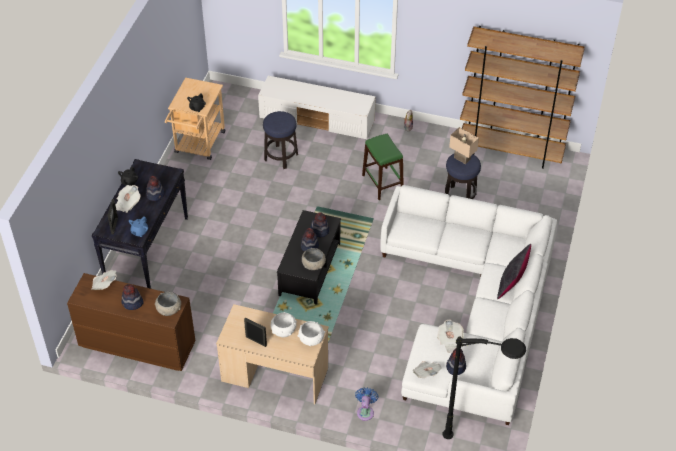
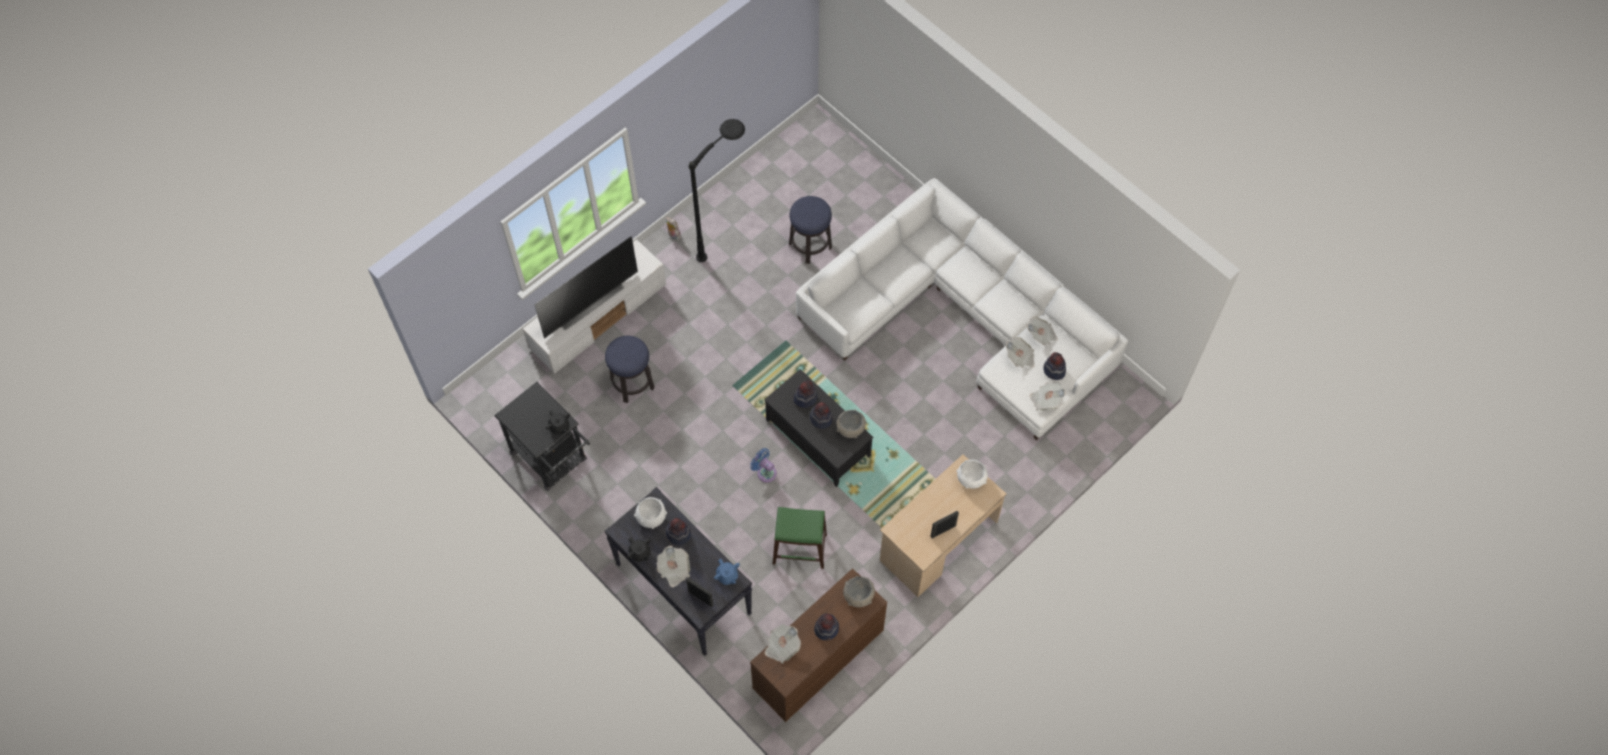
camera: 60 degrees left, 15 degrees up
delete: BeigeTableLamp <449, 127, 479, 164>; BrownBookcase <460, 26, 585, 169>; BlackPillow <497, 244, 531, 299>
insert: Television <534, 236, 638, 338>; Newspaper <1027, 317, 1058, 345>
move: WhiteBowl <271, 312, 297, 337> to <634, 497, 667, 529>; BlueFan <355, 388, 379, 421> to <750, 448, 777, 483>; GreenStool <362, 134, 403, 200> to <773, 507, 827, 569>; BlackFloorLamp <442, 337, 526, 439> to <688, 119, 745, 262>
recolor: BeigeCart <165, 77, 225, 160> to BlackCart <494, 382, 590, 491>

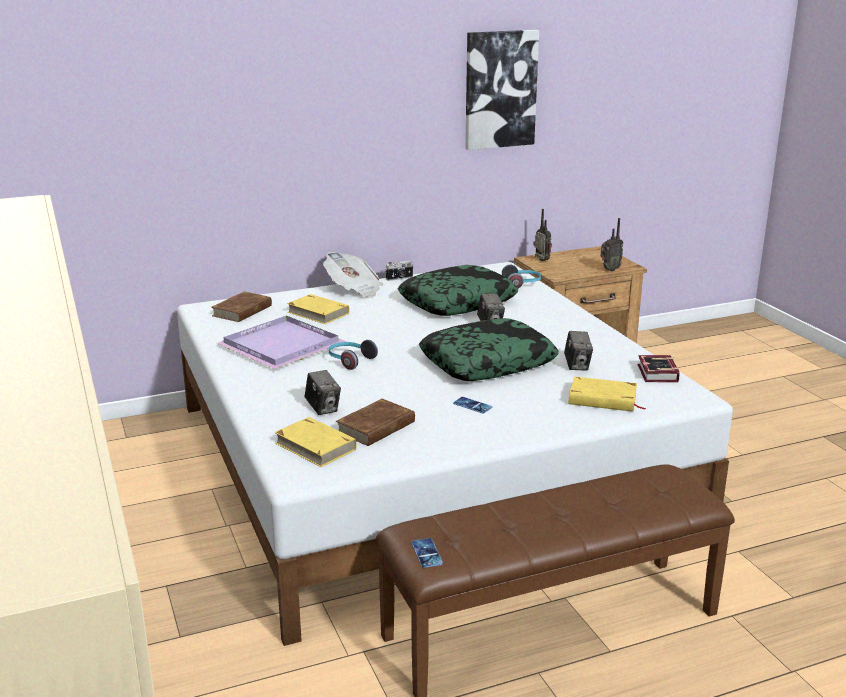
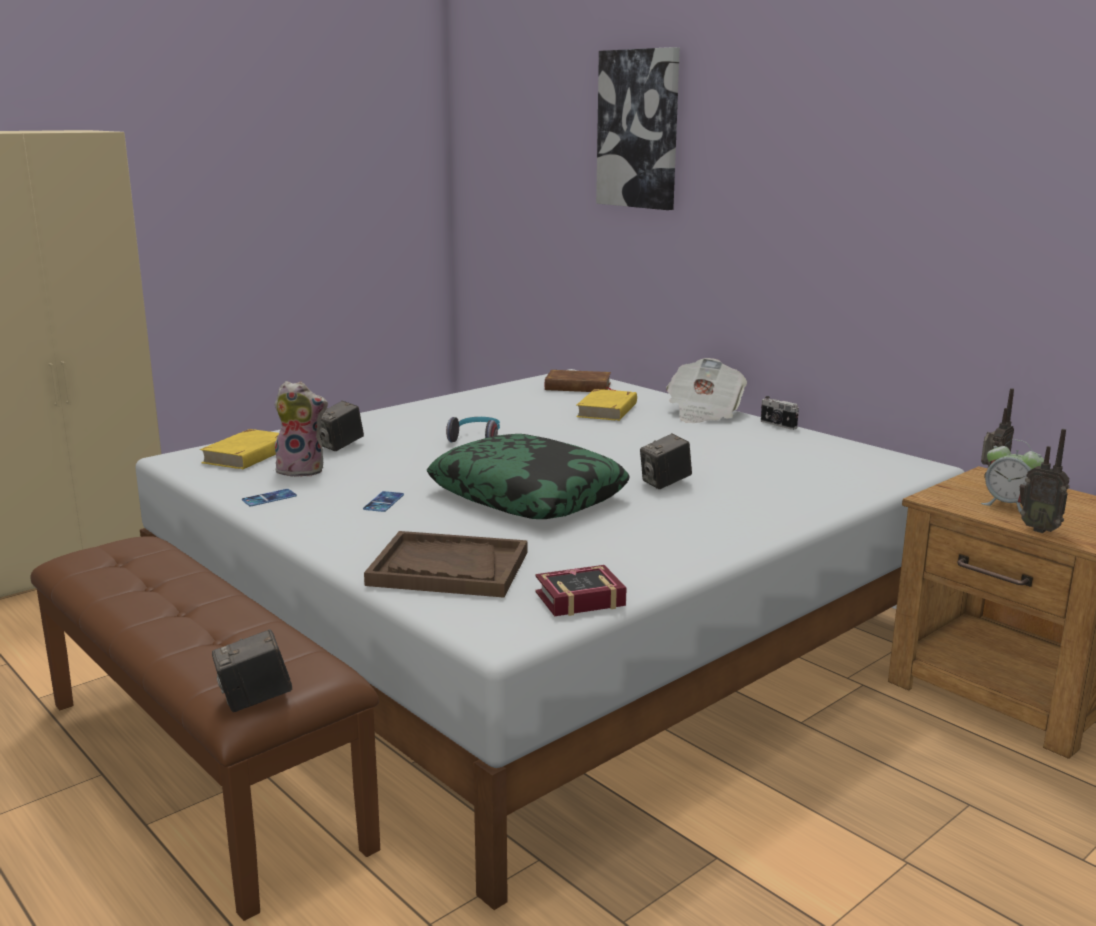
camera: 70 degrees right, 5 degrees down
delete: PurpleTray <217, 316, 346, 369>; Pillow <397, 265, 518, 316>; Headphones <502, 265, 541, 288>
insert: AlarmClock <981, 440, 1044, 513>
move: Phone <411, 538, 443, 568> to <242, 489, 297, 506>; Picture <465, 30, 539, 150> to <596, 47, 680, 210>; PhotoCamera <564, 331, 593, 371> to <212, 629, 292, 712>
replace: BrownBook <336, 399, 416, 446> to PlushToy <275, 381, 328, 477>; YellowBook <568, 377, 646, 412> to BrownTray <364, 531, 527, 598>

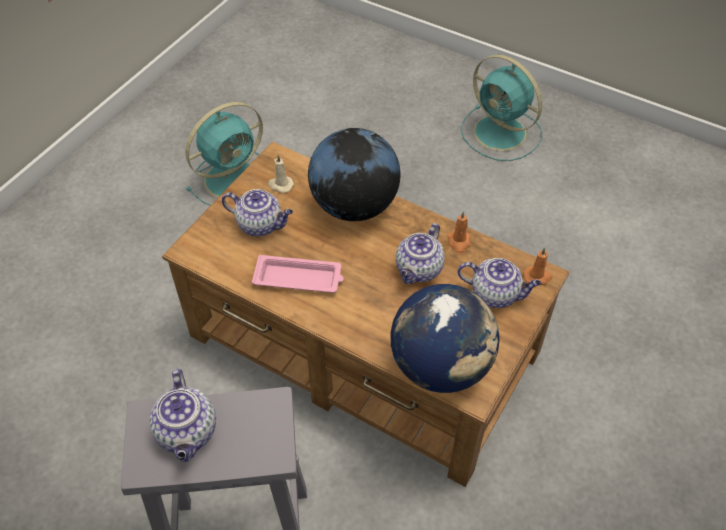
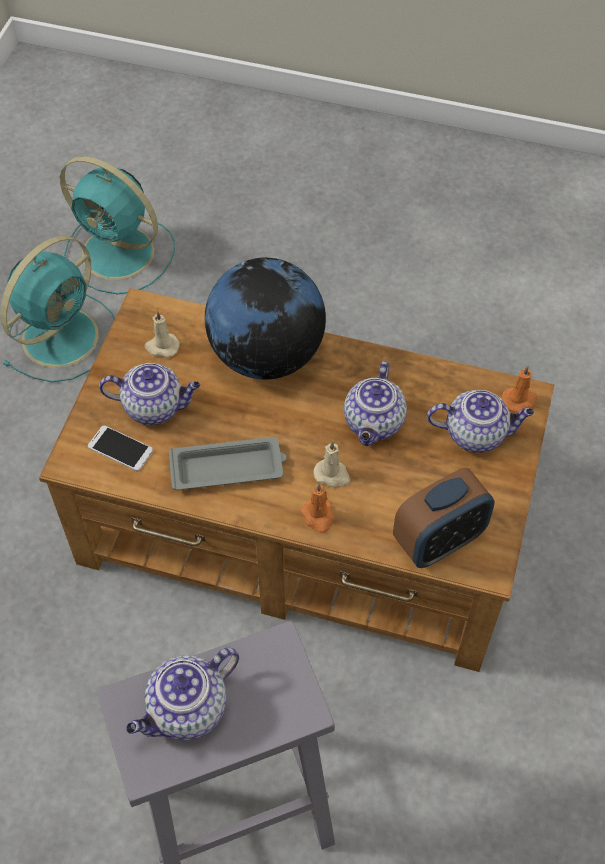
camera: 15 degrees left, 5 degrees up
insert: Phone <88, 425, 153, 471>; BeigeCandle <313, 441, 350, 487>
move: OrangeCandle <447, 211, 470, 253> to <301, 483, 334, 533>; TurquoiseFan <461, 55, 542, 161> to <60, 156, 175, 294>
replace: Globe <390, 284, 500, 393> to AlarmClock <393, 468, 495, 568>
recolor: PinkTray <252, 255, 344, 293> to GreyTray <169, 437, 286, 490>
rotate: Teapot <149, 368, 216, 462> = <126, 648, 239, 740> 75 degrees clockwise

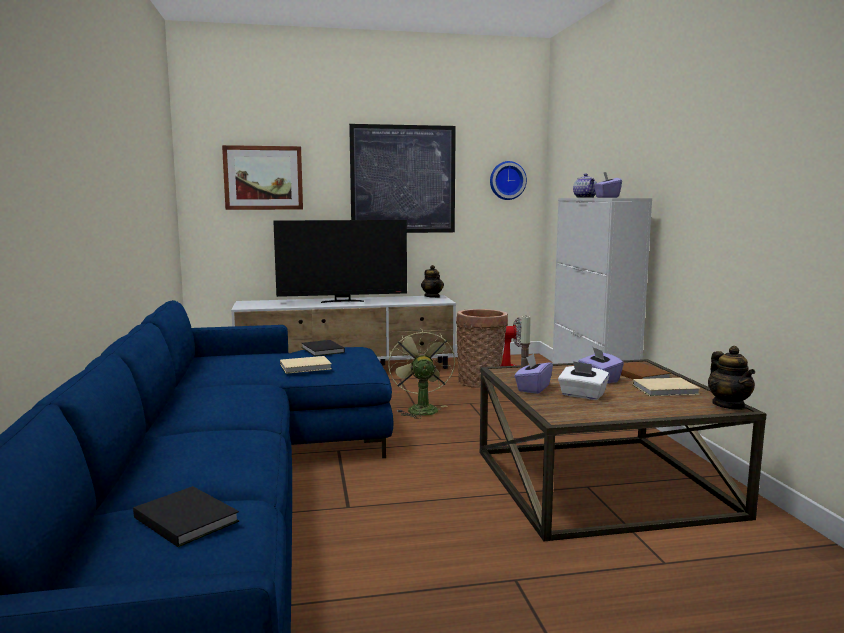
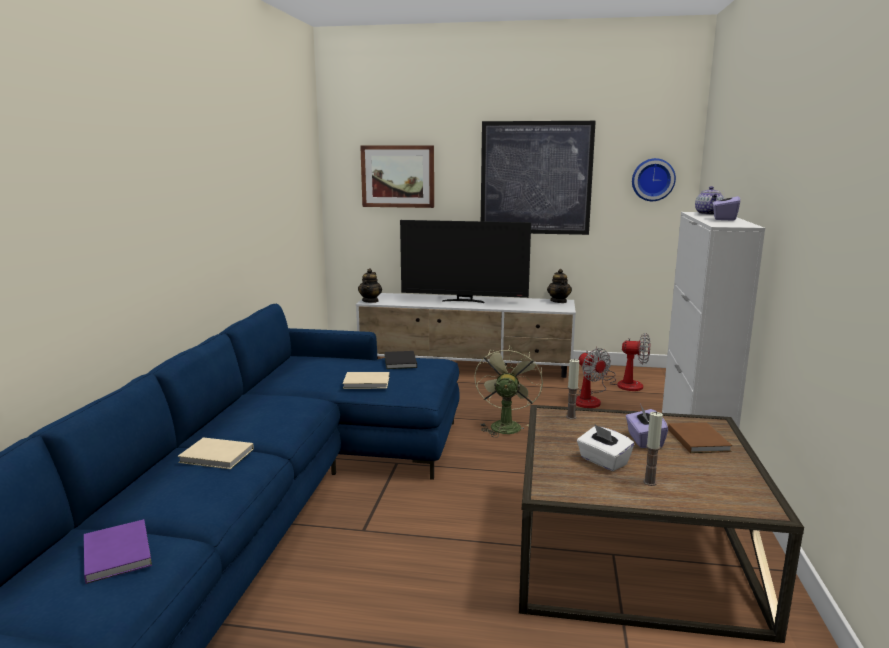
camera: 20 degrees right, 5 degrees up
delete: PurpleTissueBox <514, 353, 553, 394>
insert: Candle <643, 411, 663, 486>
move: BeigeBook <633, 378, 700, 397> to <178, 437, 254, 469>; Teapot <708, 346, 755, 410> to <358, 268, 382, 303>
replace: Basket <456, 309, 508, 388> to Fan <576, 348, 611, 408>
recolor: BlackBook <133, 486, 239, 547> to PurpleBook <84, 519, 152, 584>

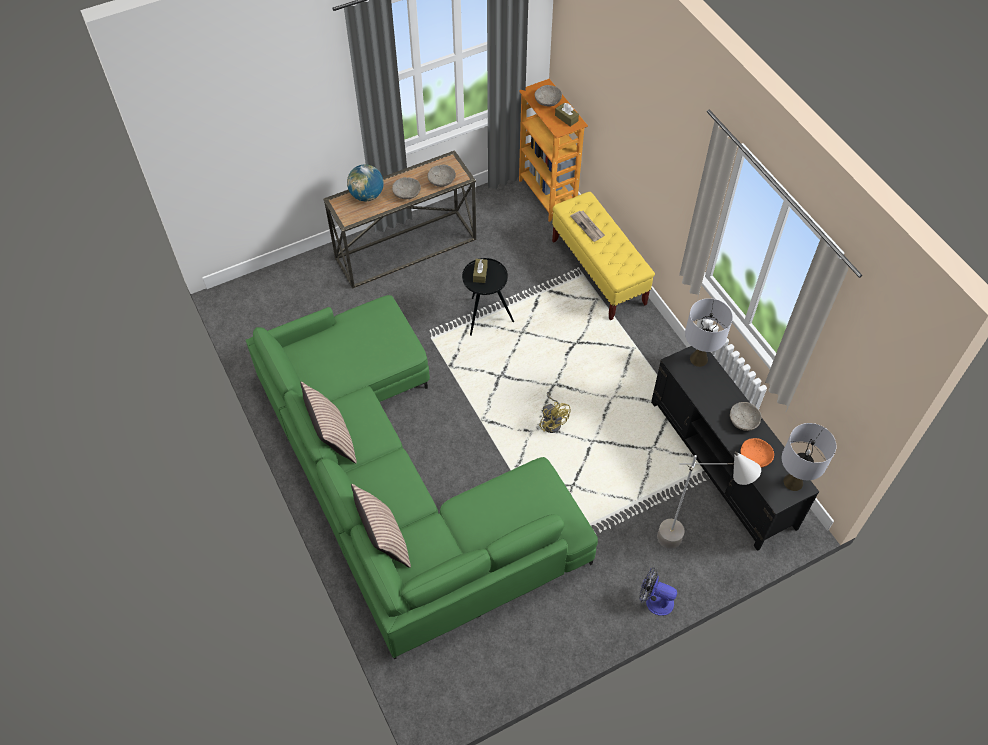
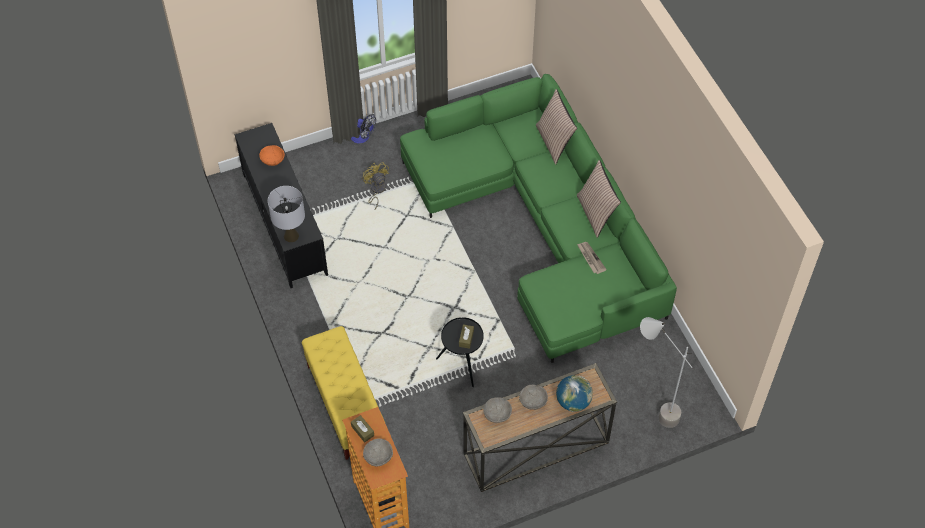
camera: 175 degrees left, 0 degrees up
delete: GreyBowl <730, 402, 761, 431>; GreyTableLamp <782, 423, 836, 491>
move: YellowFan <539, 392, 571, 433> to <362, 162, 389, 210>; Newspaper <570, 211, 605, 242> to <577, 242, 607, 274>; GreyFloorLamp <657, 451, 761, 549> to <640, 317, 692, 428>

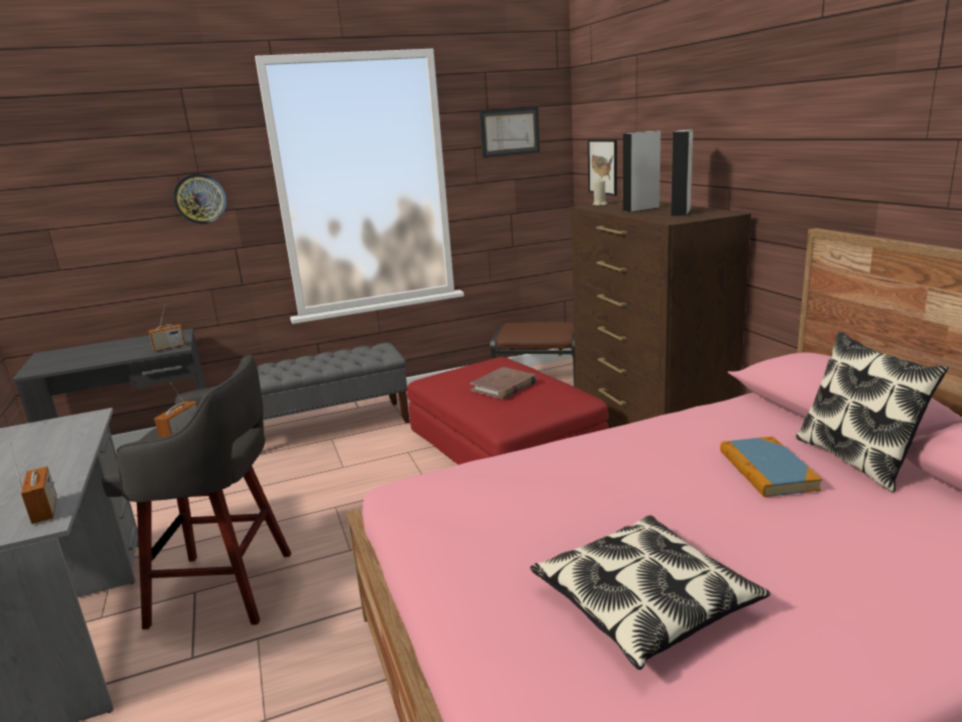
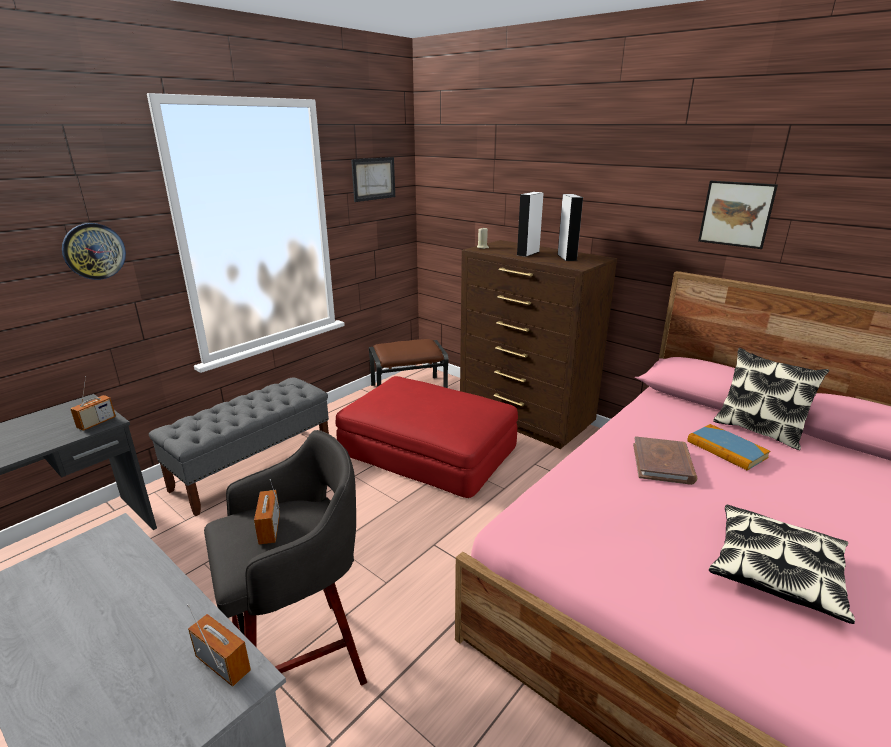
camera: 30 degrees left, 5 degrees up
move: BrownBook <470, 367, 537, 399> to <633, 436, 697, 485>; Picture <588, 140, 617, 196> to <698, 181, 778, 249>

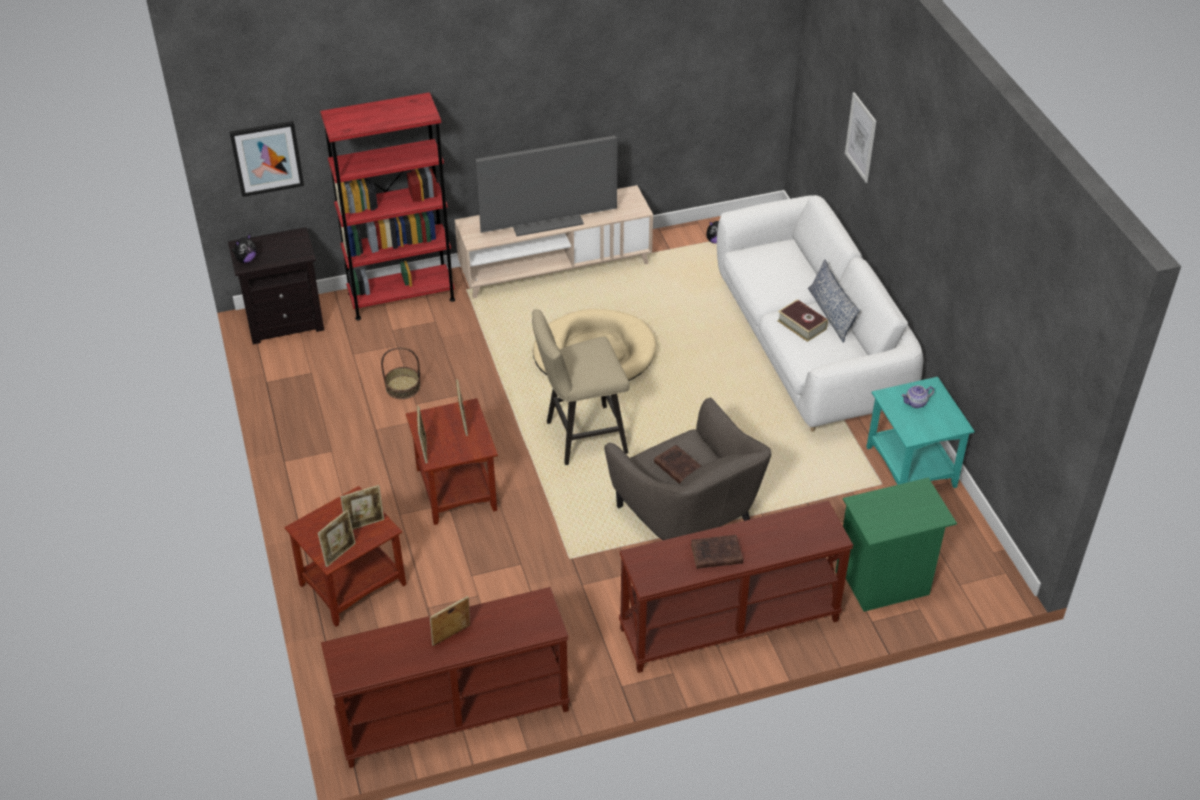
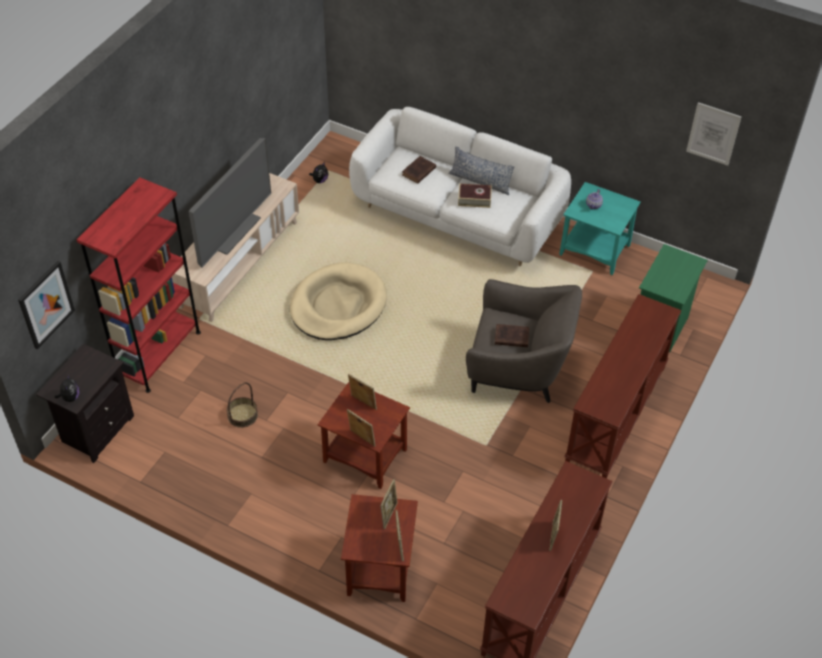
camera: 45 degrees left, 5 degrees up
delete: BeigeStool <532, 309, 630, 465>
move: BrownBook <691, 535, 743, 569> to <402, 156, 436, 183>; Picture <845, 92, 876, 183> to <686, 102, 742, 166>

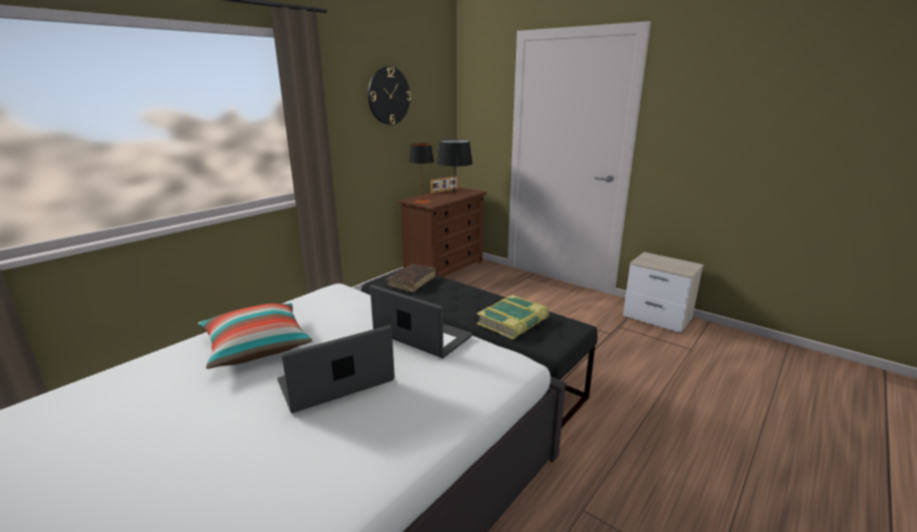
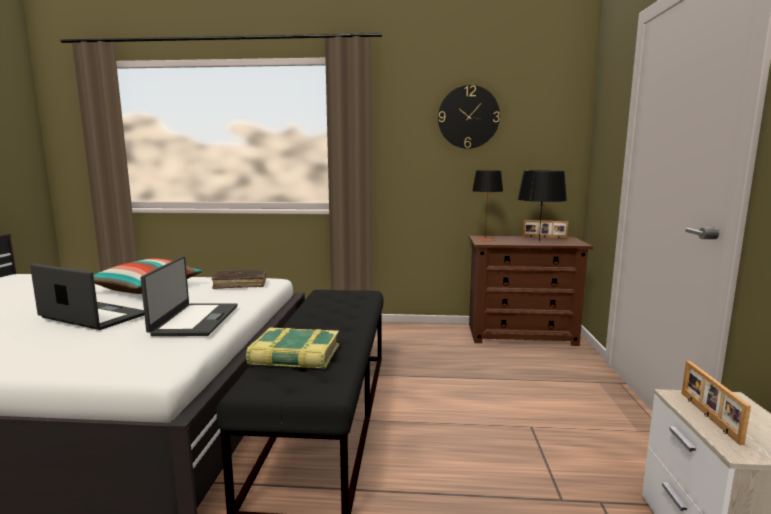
camera: 55 degrees right, 10 degrees down
insert: PictureFrame <682, 361, 751, 445>
move: BrownBook <386, 264, 435, 292> to <212, 270, 266, 289>

